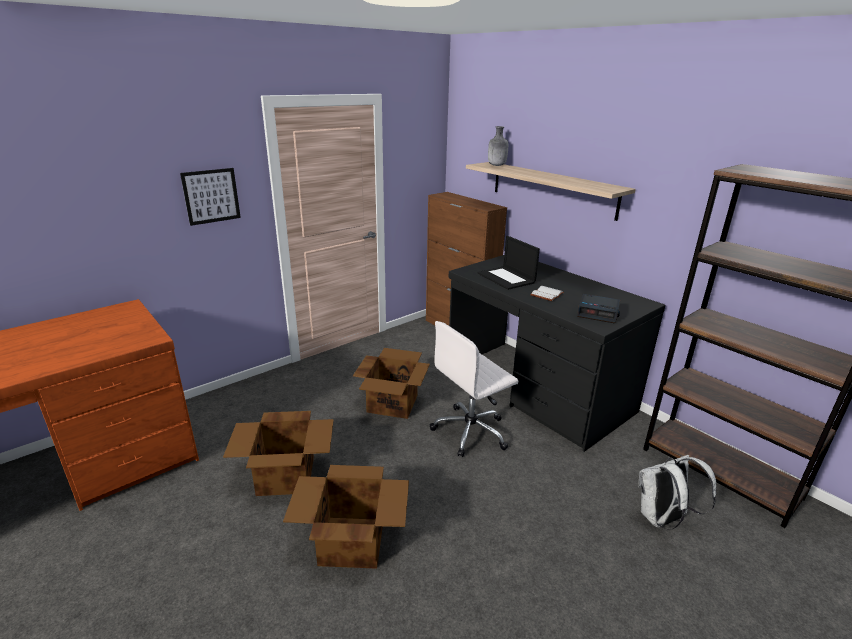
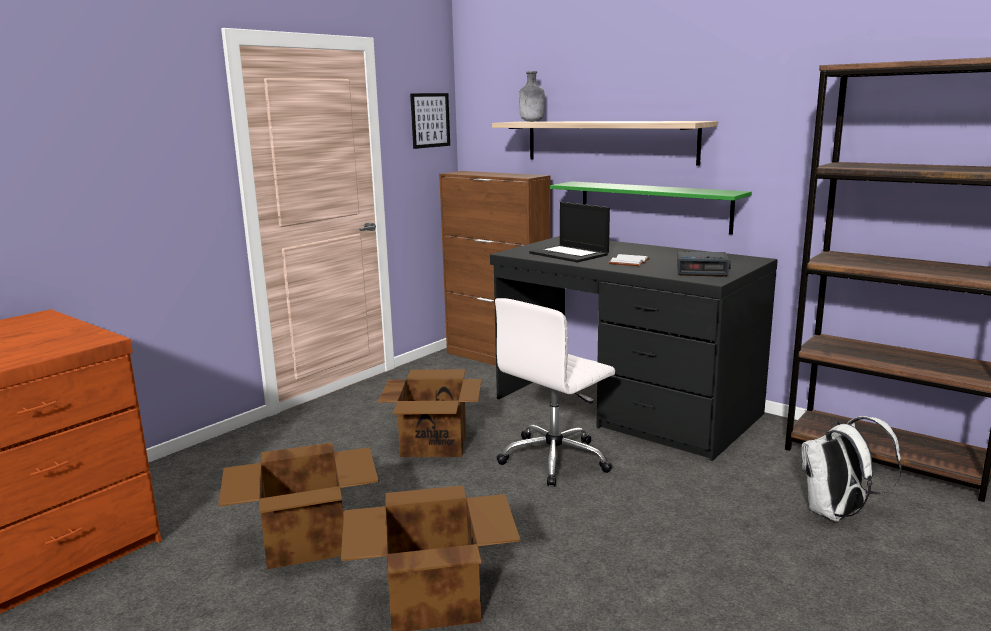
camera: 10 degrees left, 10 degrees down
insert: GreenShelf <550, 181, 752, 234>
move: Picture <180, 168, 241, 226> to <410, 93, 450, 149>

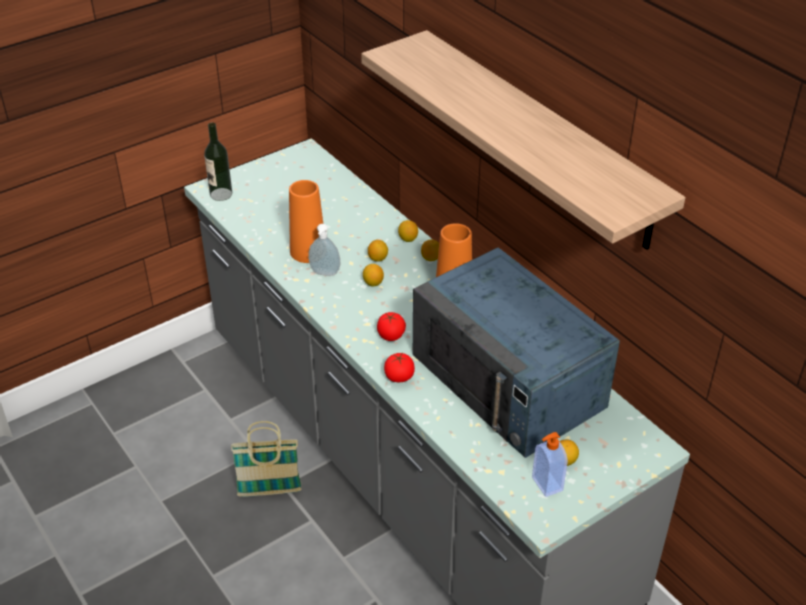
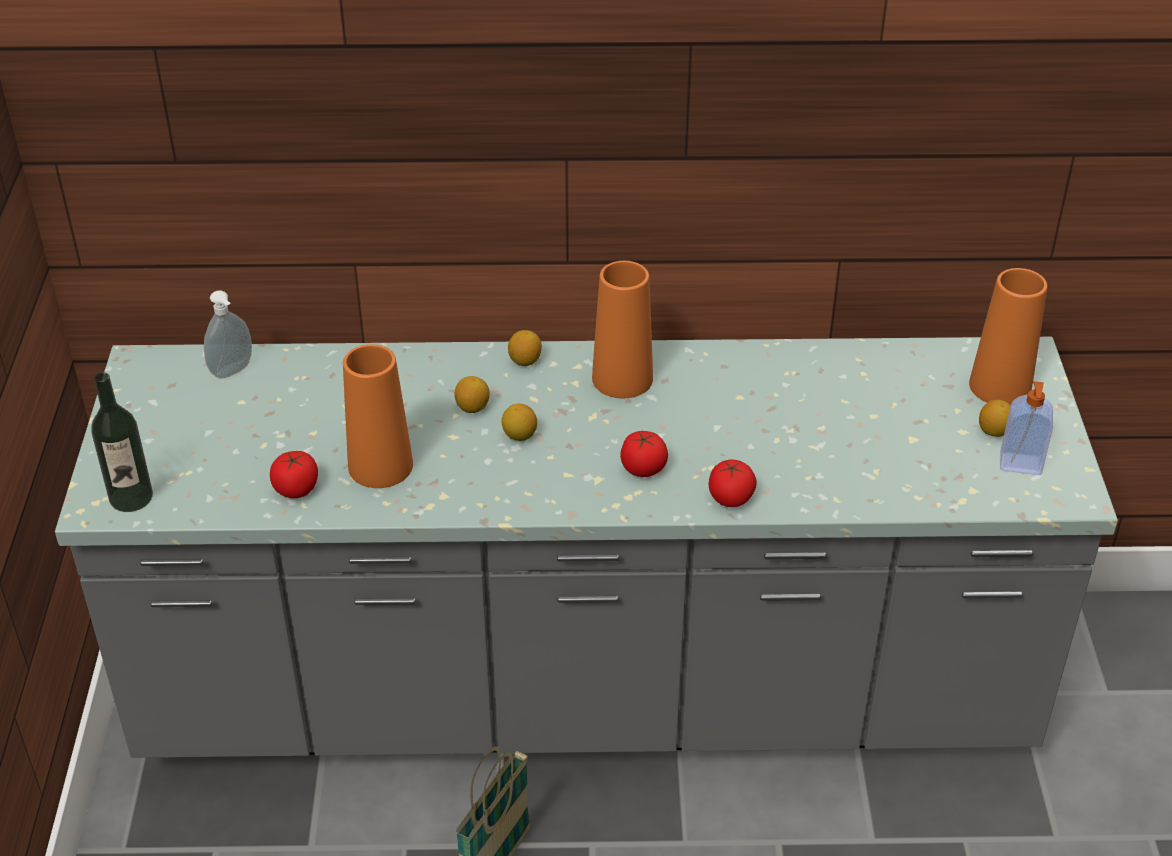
camera: 55 degrees left, 0 degrees up
delete: Shelf <361, 30, 685, 250>; Lemon <398, 220, 418, 242>; BlueMicrowave <413, 248, 620, 458>
insert: Tomato <270, 451, 318, 498>; OrangeVase <969, 268, 1047, 405>
move: SoapDispenser <308, 224, 340, 276> to <204, 290, 252, 379>

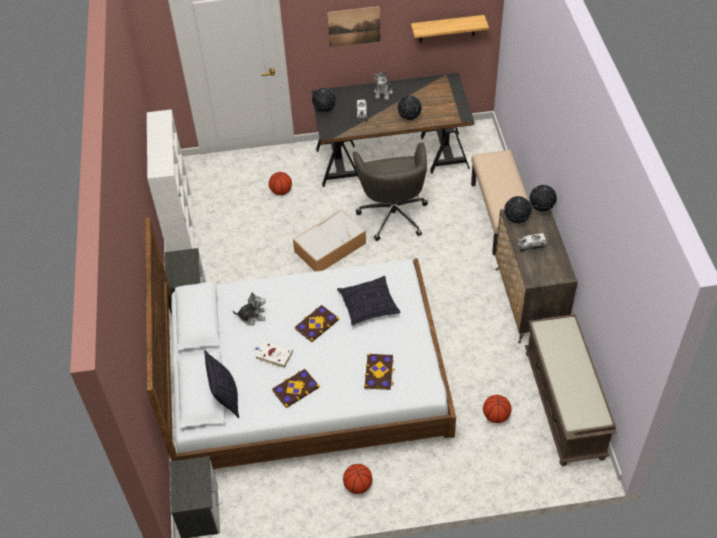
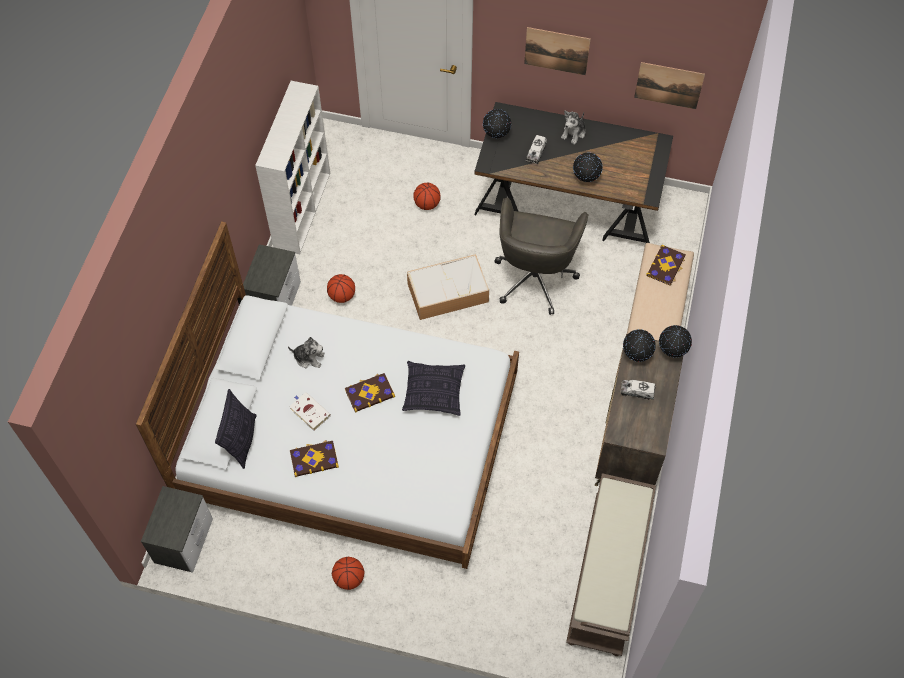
camera: 20 degrees right, 10 degrees up
move: Book <364, 354, 395, 390> to <646, 245, 686, 286>; Basketball <483, 395, 512, 423> to <327, 274, 355, 303>
replace: Shelf <411, 15, 489, 42> to Picture <634, 62, 705, 109>

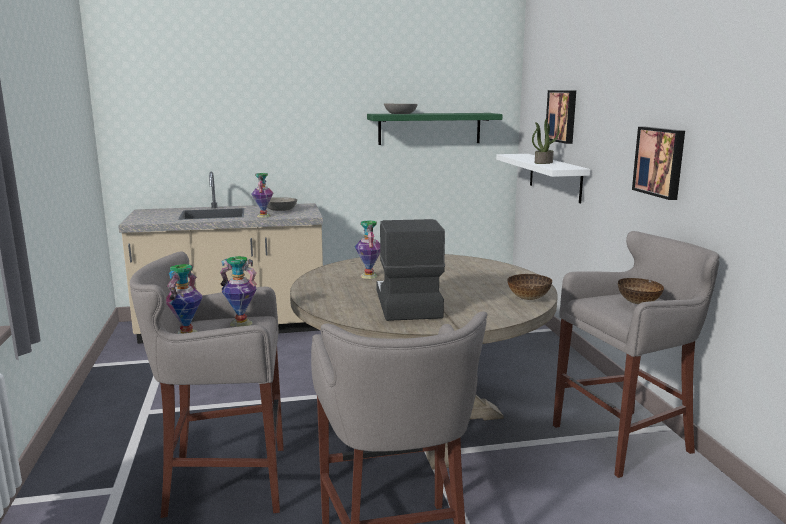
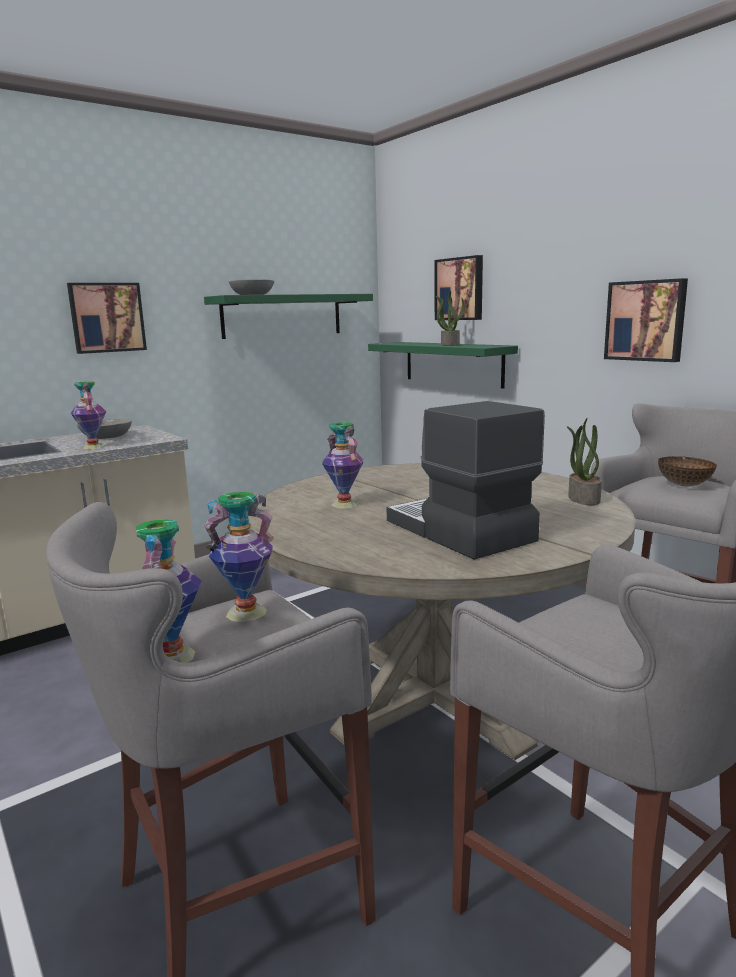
camera: 25 degrees left, 0 degrees up
insert: Picture <67, 283, 147, 354>
replace: Bowl <507, 274, 552, 300> to PottedPlant <567, 418, 602, 505>
recolor: WhiteShelf <496, 154, 590, 203> to GreenShelf <368, 342, 518, 389>

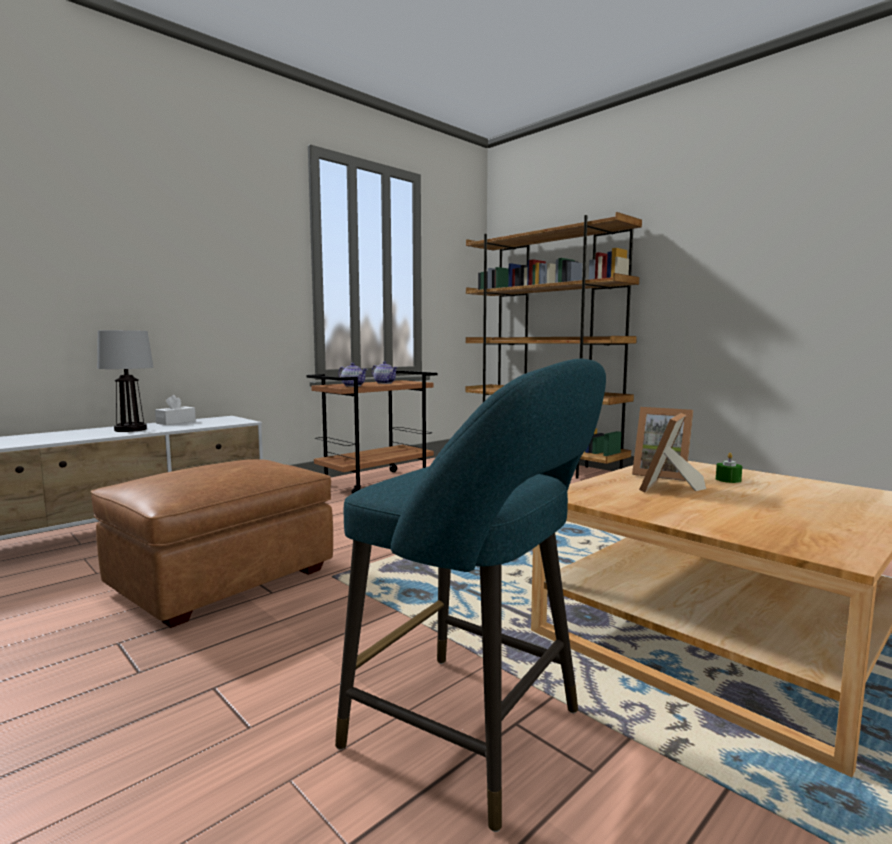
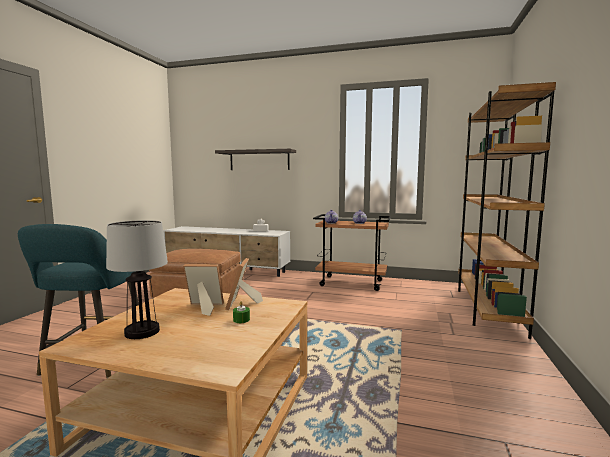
camera: 60 degrees right, 0 degrees up
insert: Shelf <215, 149, 296, 170>
move: TableLamp <97, 330, 153, 432> to <106, 220, 168, 339>

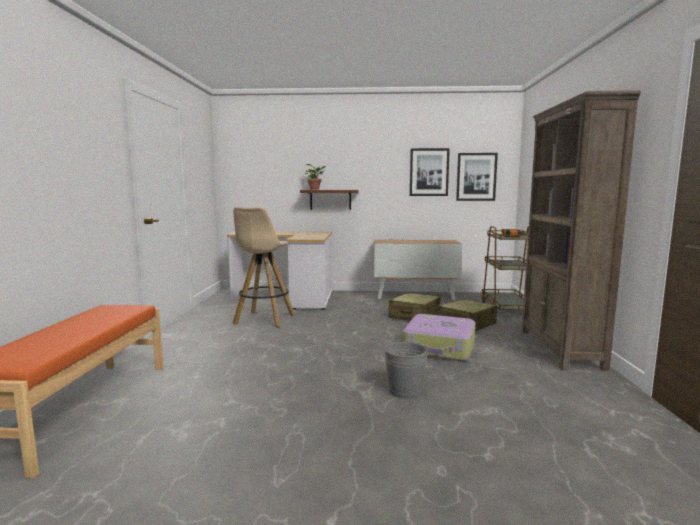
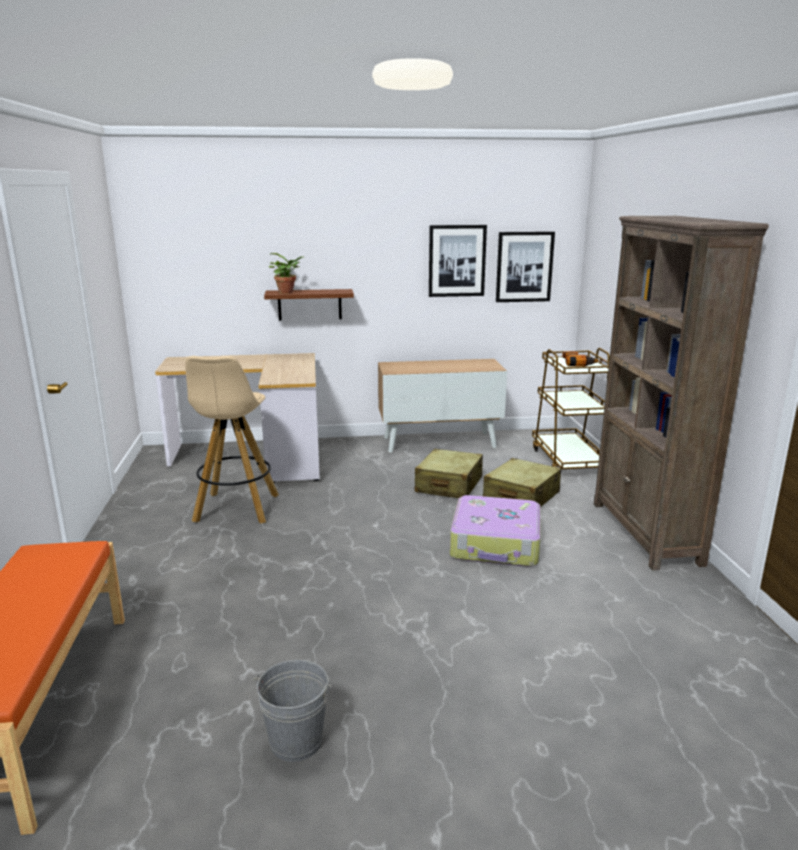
camera: 10 degrees left, 10 degrees up
move: GreyBucket <381, 342, 430, 399> to <252, 660, 331, 762>

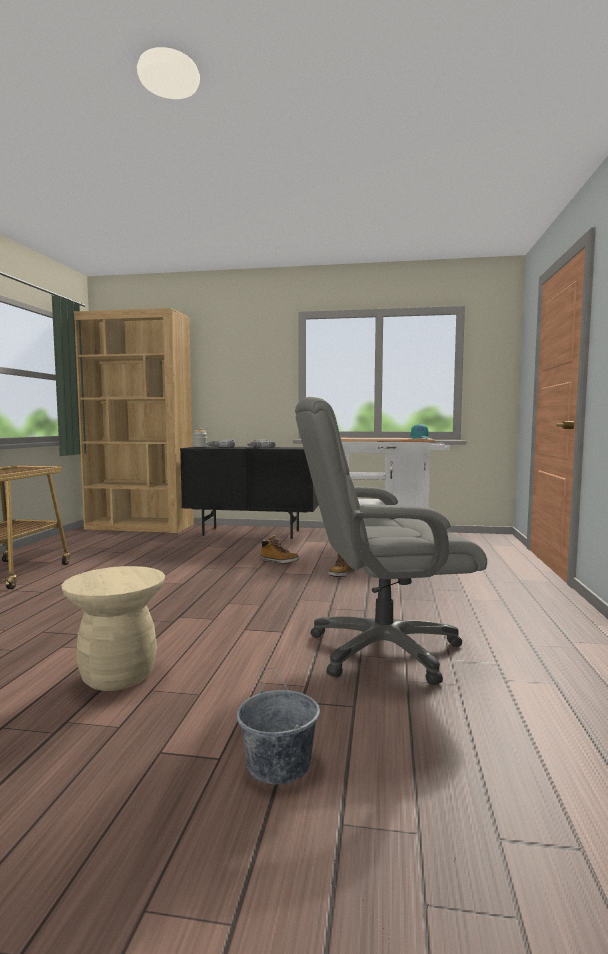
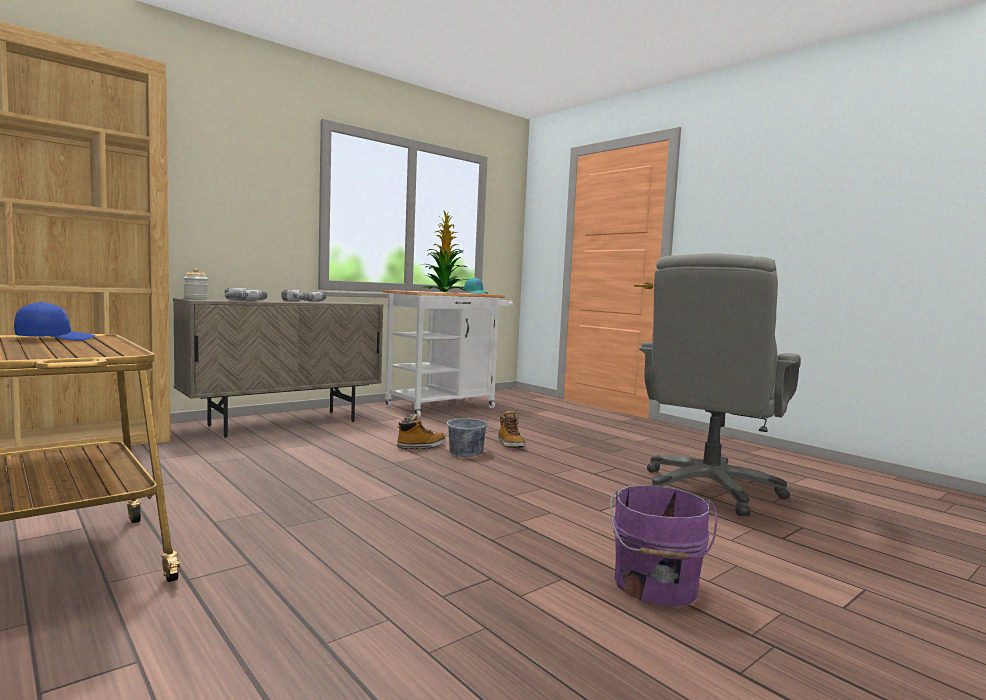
camera: 50 degrees left, 0 degrees up
insert: BlueCap <14, 302, 96, 341>; PottedPlant <420, 211, 470, 292>
move: GreyBucket <237, 668, 320, 784> to <447, 401, 488, 457>
replace: BeigeStool <61, 566, 165, 691> to PurpleBucket <610, 485, 717, 606>
recolor: BlackCabinet <180, 447, 319, 539> to BeigeCabinet <173, 298, 383, 438>

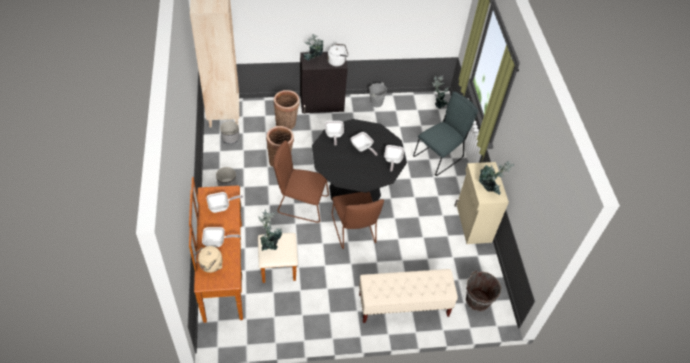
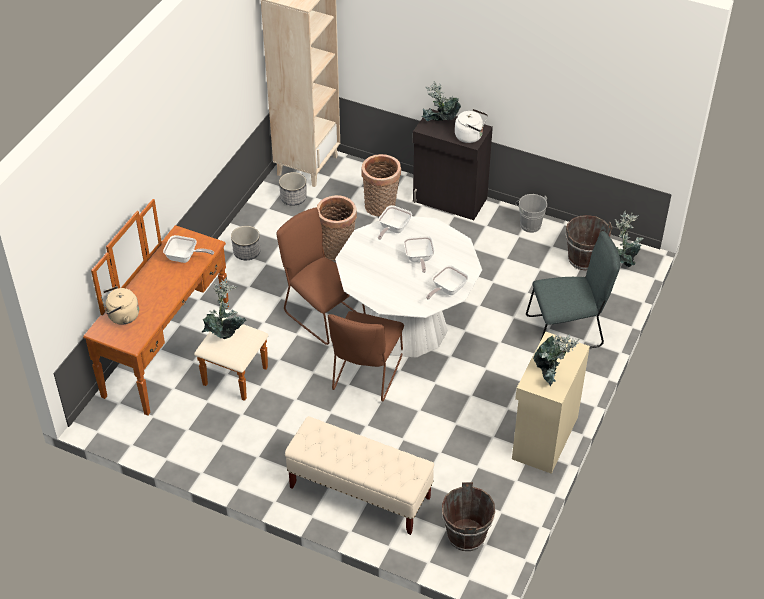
camera: 35 degrees right, 5 degrees down
delete: FryingPan <202, 227, 240, 247>
insert: BrownBucket <565, 215, 612, 270>
recolor: BlackDiningTable <312, 119, 407, 202> to WhiteDiningTable <335, 216, 482, 358>

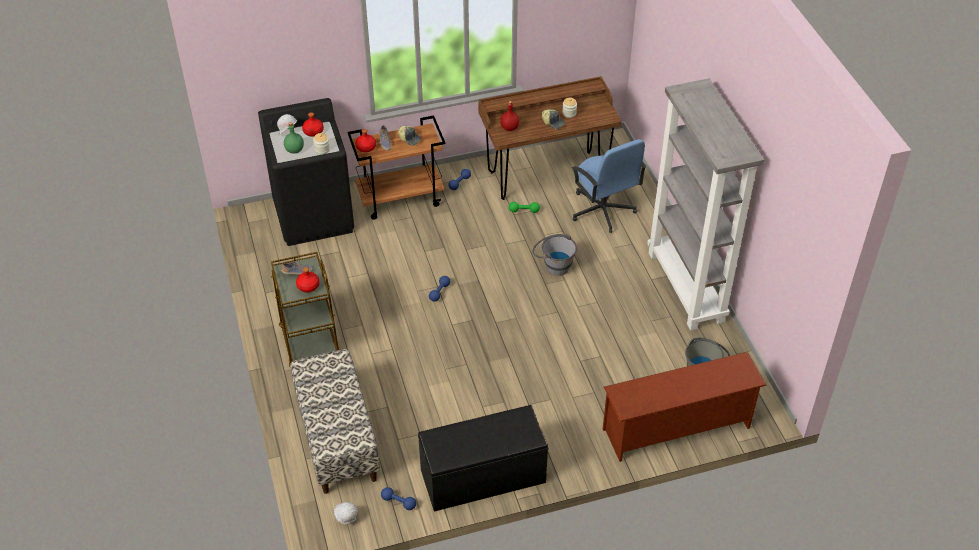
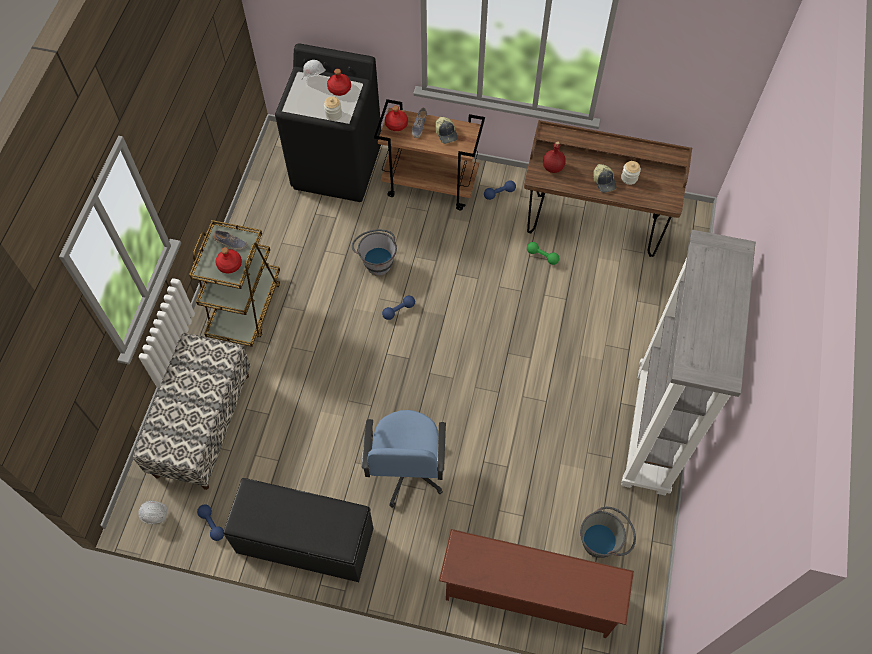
camera: 30 degrees right, 15 degrees up
delete: GreenBottle <284, 122, 304, 153>
move: GreyBucket <532, 234, 577, 276> to <352, 229, 397, 276>; BlueOfficeChair <572, 139, 646, 233> to <361, 410, 446, 508>

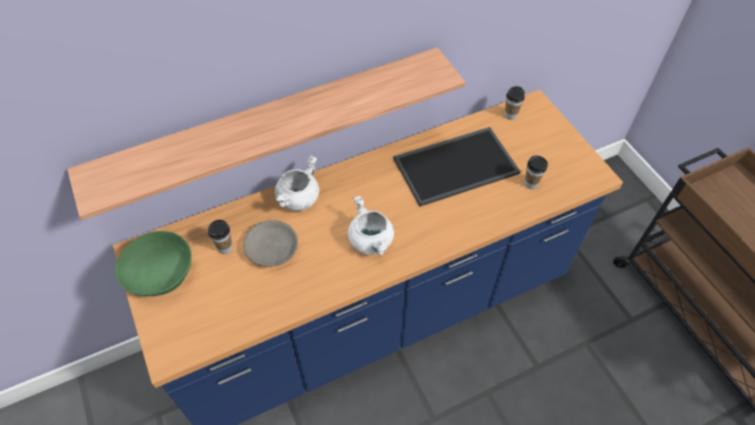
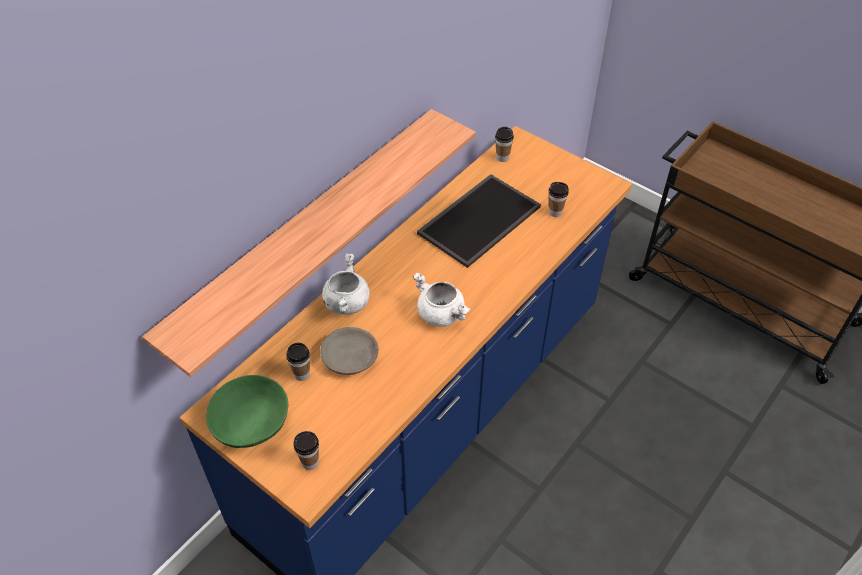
camera: 25 degrees left, 5 degrees down
insert: Cup <293, 431, 319, 470>

